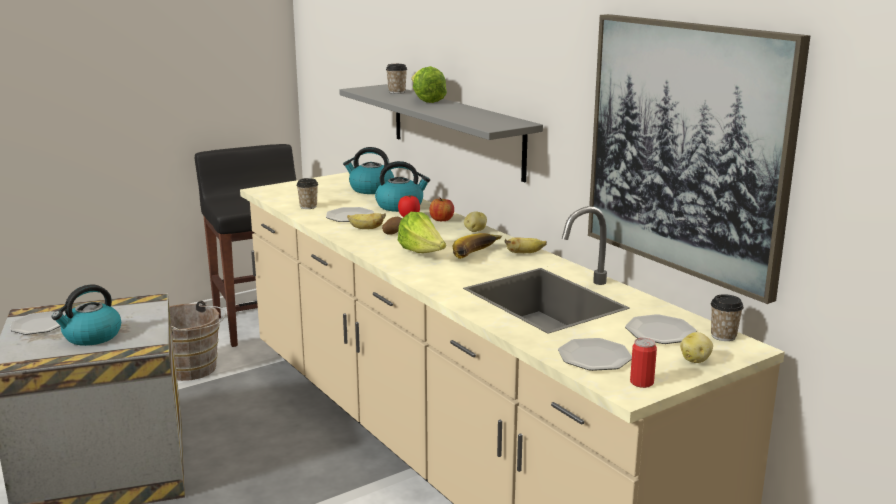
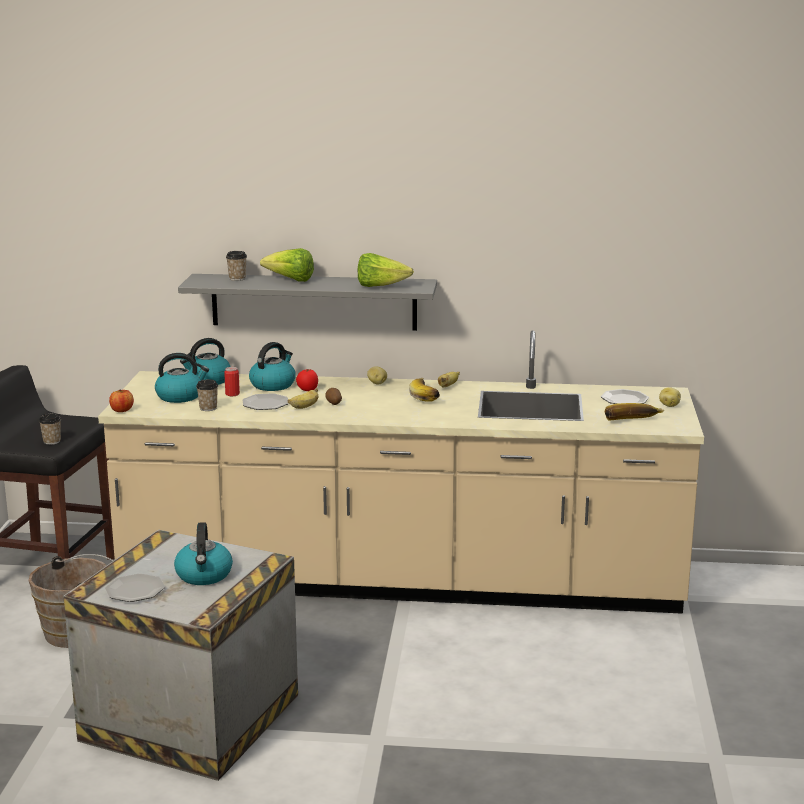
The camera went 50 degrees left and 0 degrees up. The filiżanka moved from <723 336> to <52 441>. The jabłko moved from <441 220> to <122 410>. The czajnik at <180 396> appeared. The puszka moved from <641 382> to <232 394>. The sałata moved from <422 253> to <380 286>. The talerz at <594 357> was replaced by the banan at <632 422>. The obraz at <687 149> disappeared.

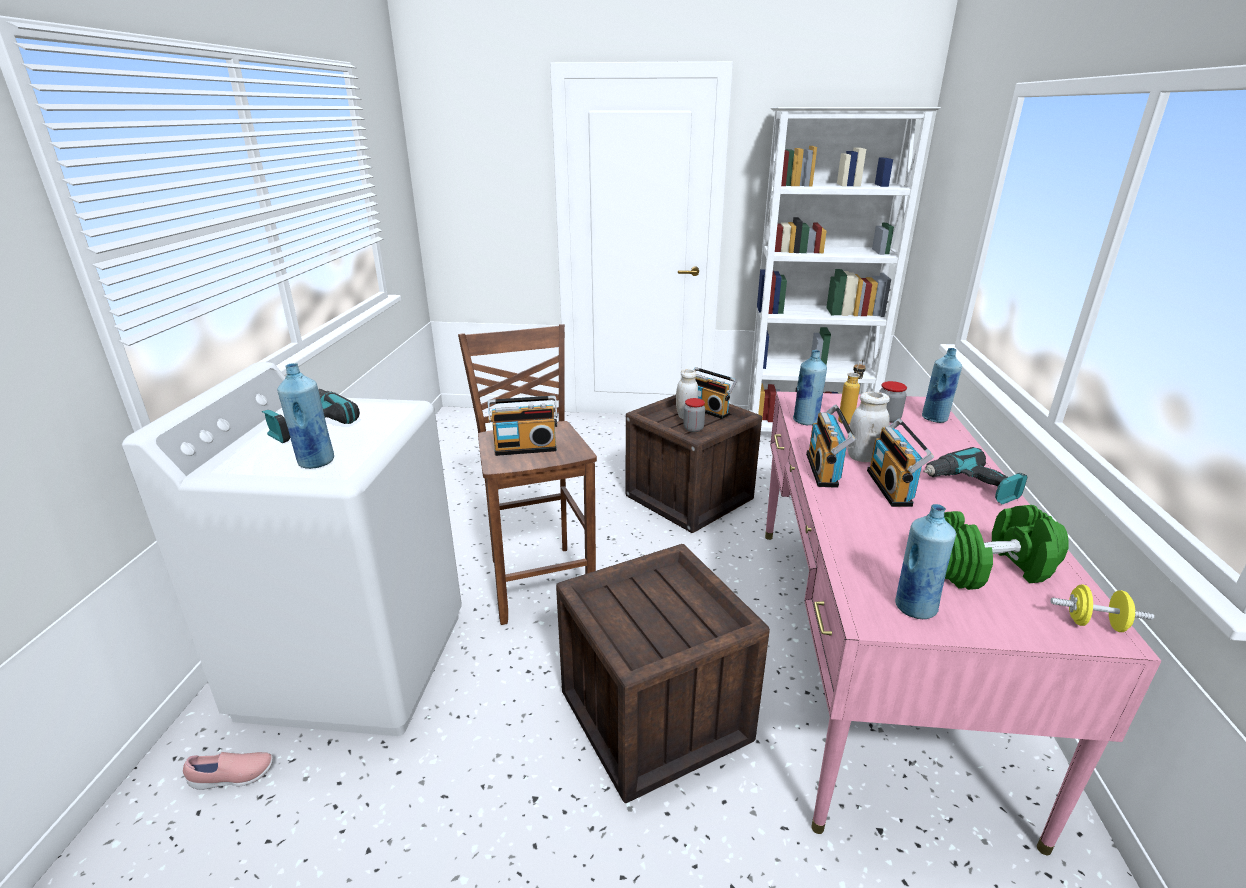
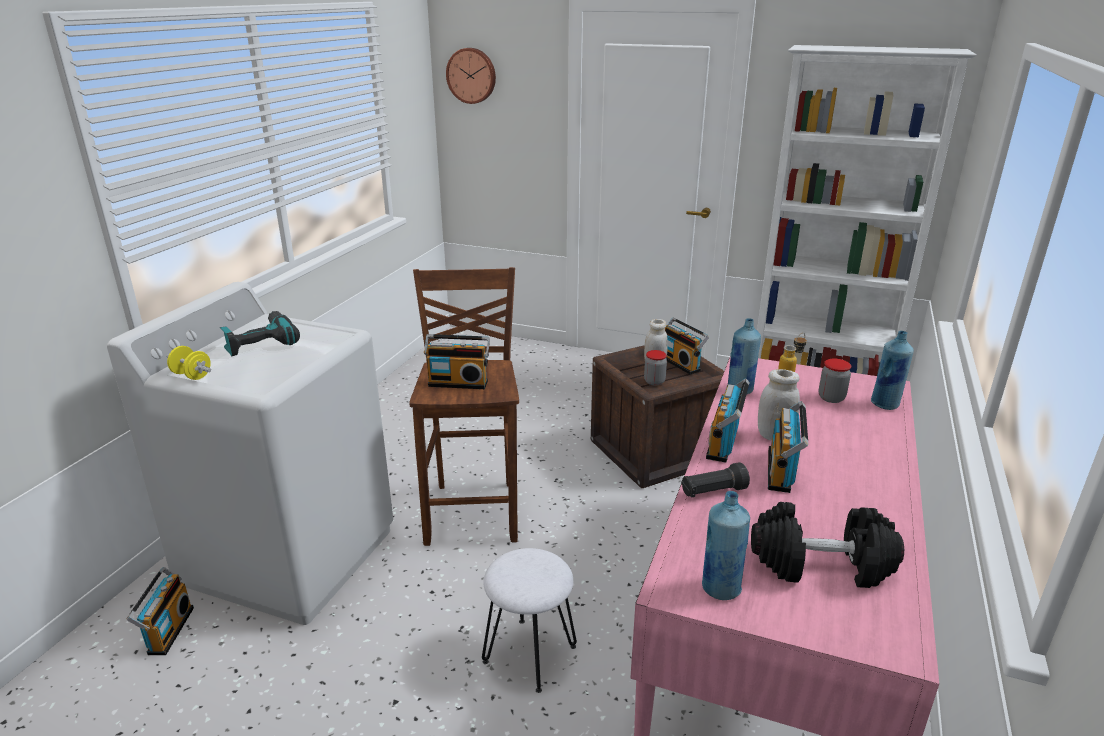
The camera went 15 degrees right and 0 degrees up. The but [różowy] at <232 778> was replaced by the radio at <168 630>. The hantel [żółty] moved from <1094 623> to <192 375>. The zegar ścienny at <472 75> appeared. The skrzynka at <654 716> was replaced by the stołek [biały] at <529 654>. The latarka [czarny] at <713 492> appeared. The hantel [zielony] at <985 569> became the hantel [czarny] at <820 565>. The butelka [niebieski] at <315 462> disappeared. The wiertarka at <971 486> disappeared.

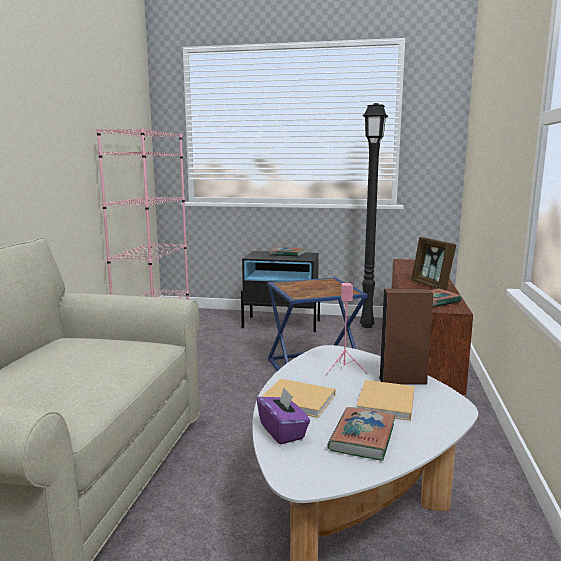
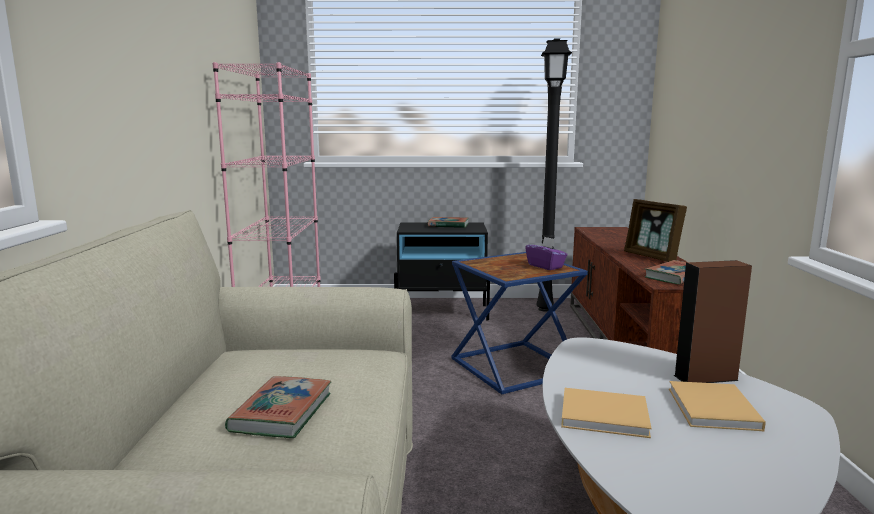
The camera went 10 degrees left and 0 degrees up. The książka moved from <362 437> to <282 412>. The pudełko chusteczek [fioletowy] moved from <282 431> to <545 266>. The głośnik [różowy] at <344 370> disappeared.

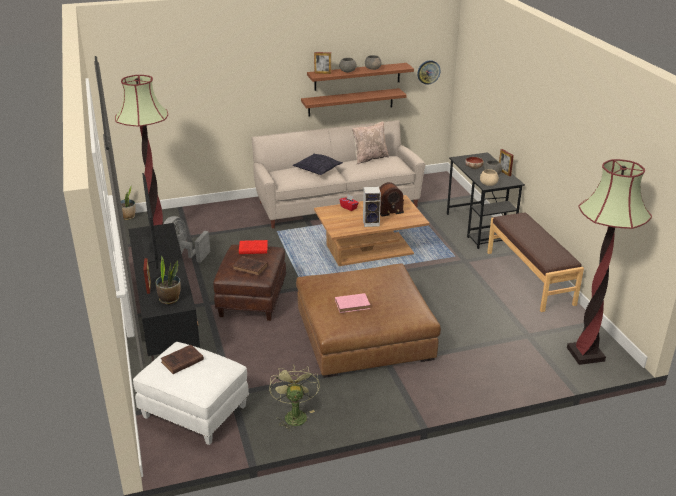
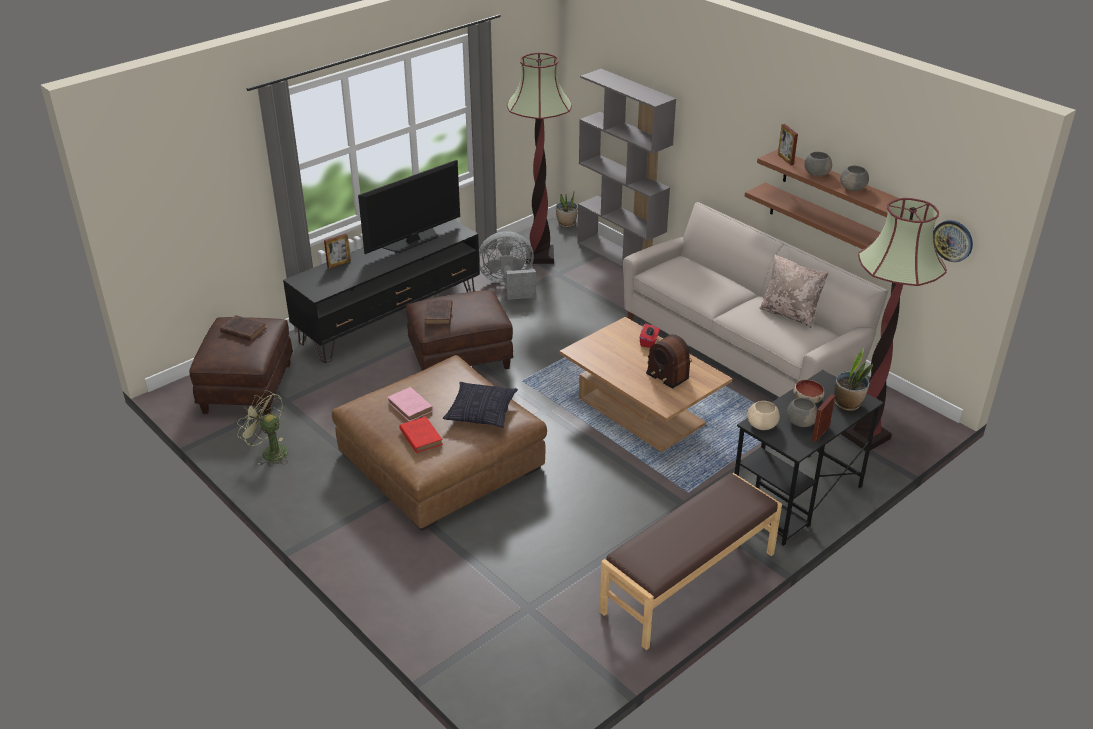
The camera went 65 degrees right and 5 degrees up. The pufa [biały] at <193 412> became the pufa [brązowy] at <247 388>. The wentylator [zielony] at <294 414> turned 120 degrees counterclockwise. The książka [czerwony] moved from <252 249> to <420 436>. The poduszka moved from <317 170> to <481 413>. The regał [szary] at <620 257> appeared. The roślina doniczkowa moved from <169 299> to <847 404>. The lampa stojąca moved from <585 354> to <865 436>. The głośnik at <371 223> disappeared.

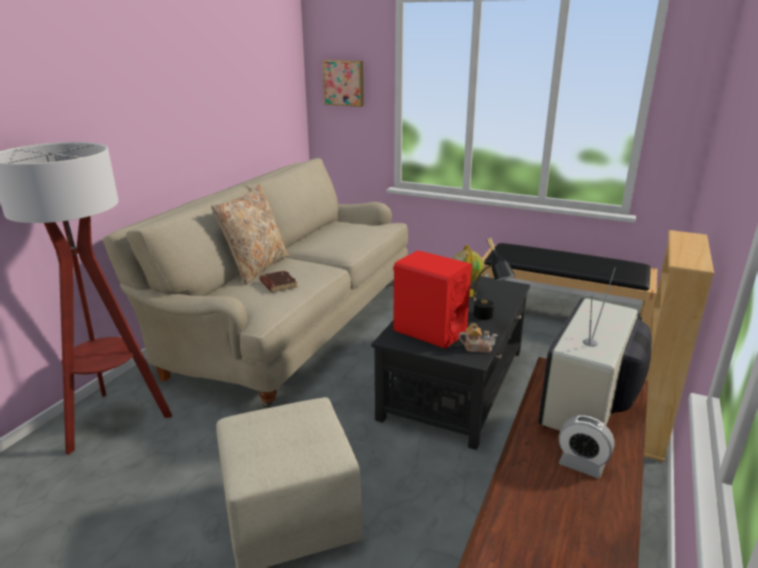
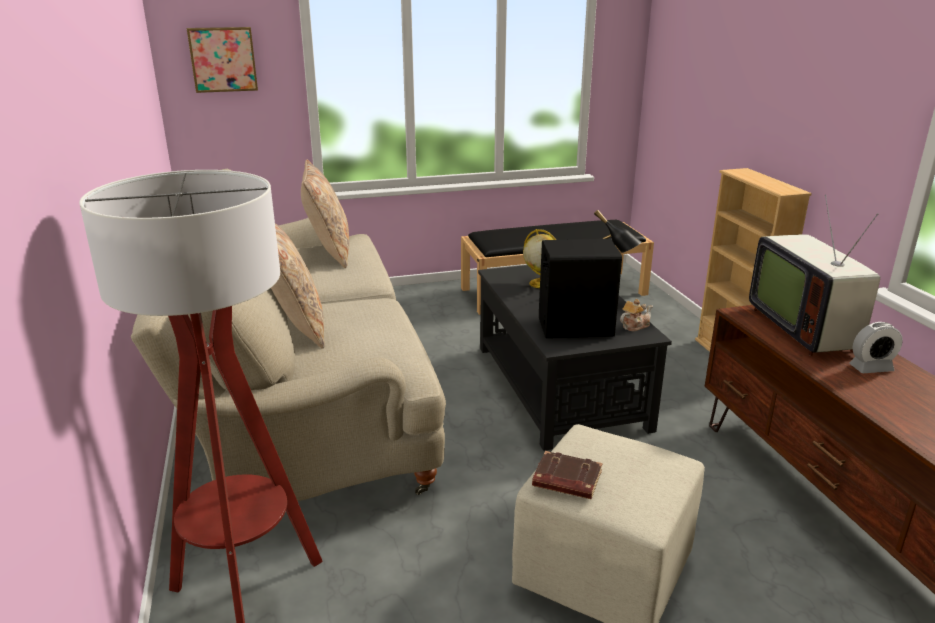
The camera went 40 degrees left and 0 degrees up. The poduszka [beżowy] at <329 253> appeared. The książka [brązowy] moved from <277 284> to <566 480>. The głośnik [czerwony] at <429 331> became the głośnik [czarny] at <574 327>.

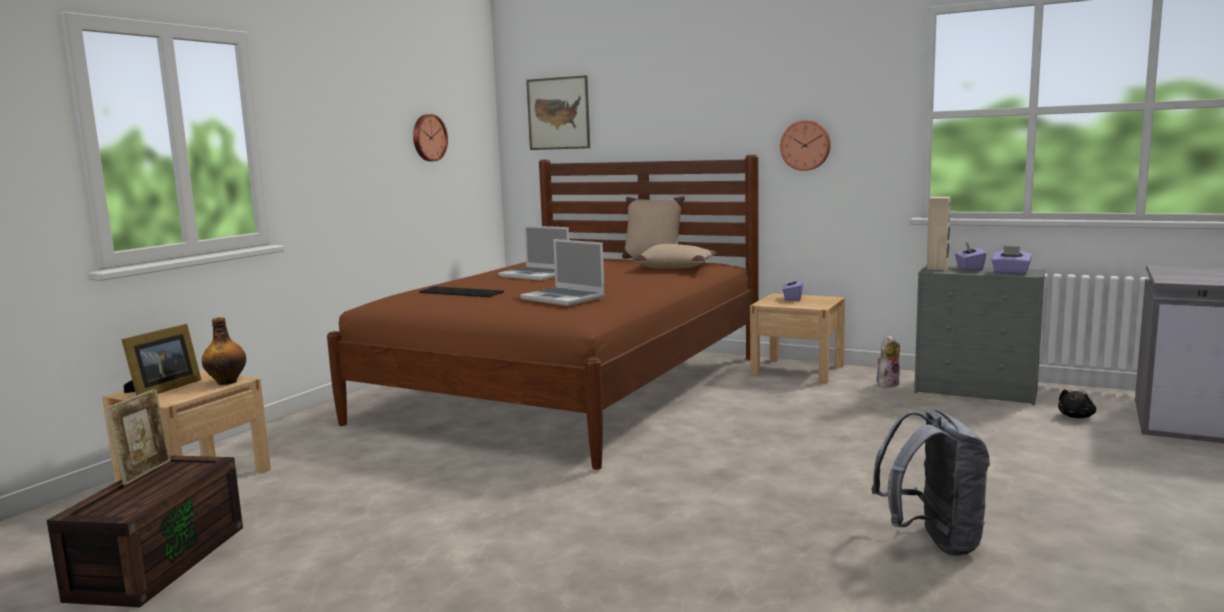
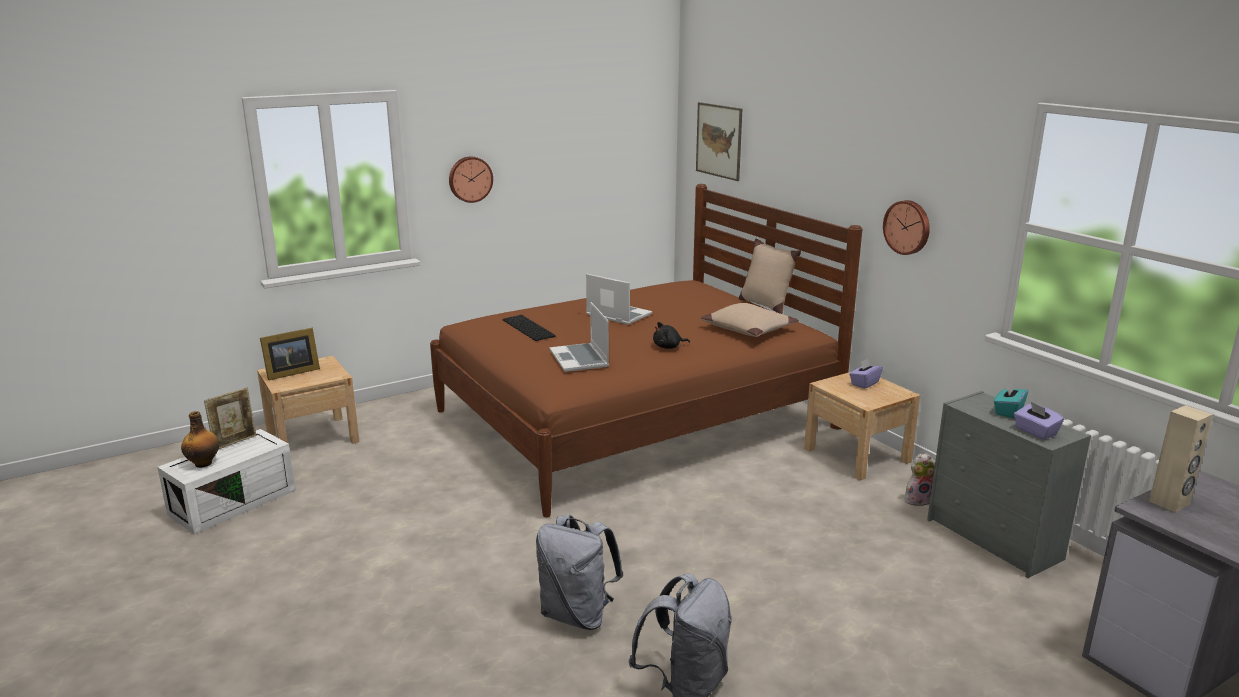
The camera went 30 degrees right and 10 degrees up. The pojemnik do przechowywania [brązowy] at <158 560> became the pojemnik do przechowywania [biały] at <233 501>. The butelka moved from <227 382> to <204 463>. The zegar ścienny moved from <428 137> to <470 179>. The plecak [szary] at <577 615> appeared. The laptop at <536 275> turned 150 degrees clockwise. The pluszak [czarny] moved from <1076 416> to <668 347>. The pudełko chusteczek [fioletowy] at <969 268> became the pudełko chusteczek [turkusowy] at <1008 411>. The głośnik [beżowy] moved from <937 268> to <1169 503>.

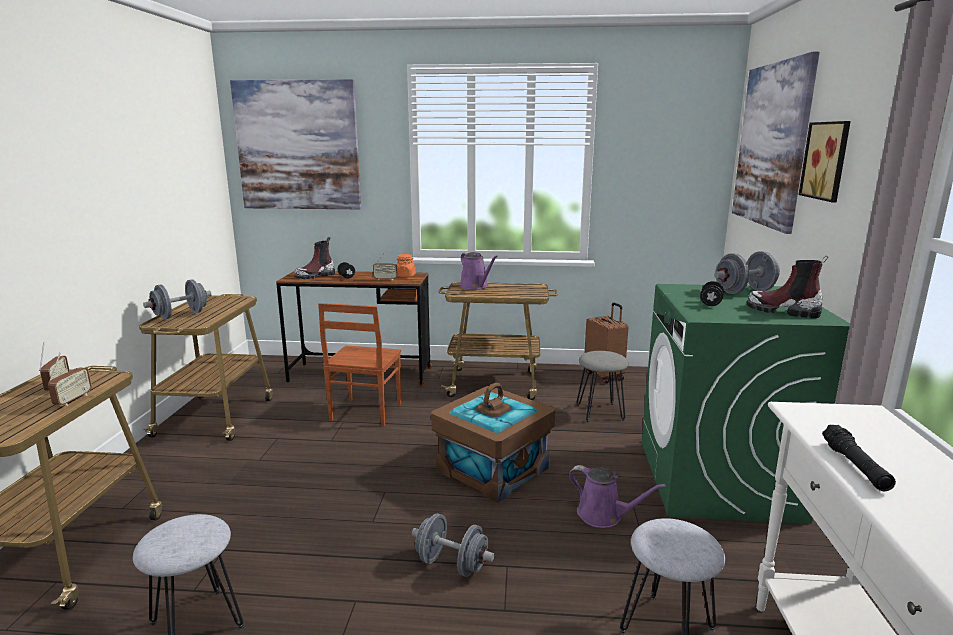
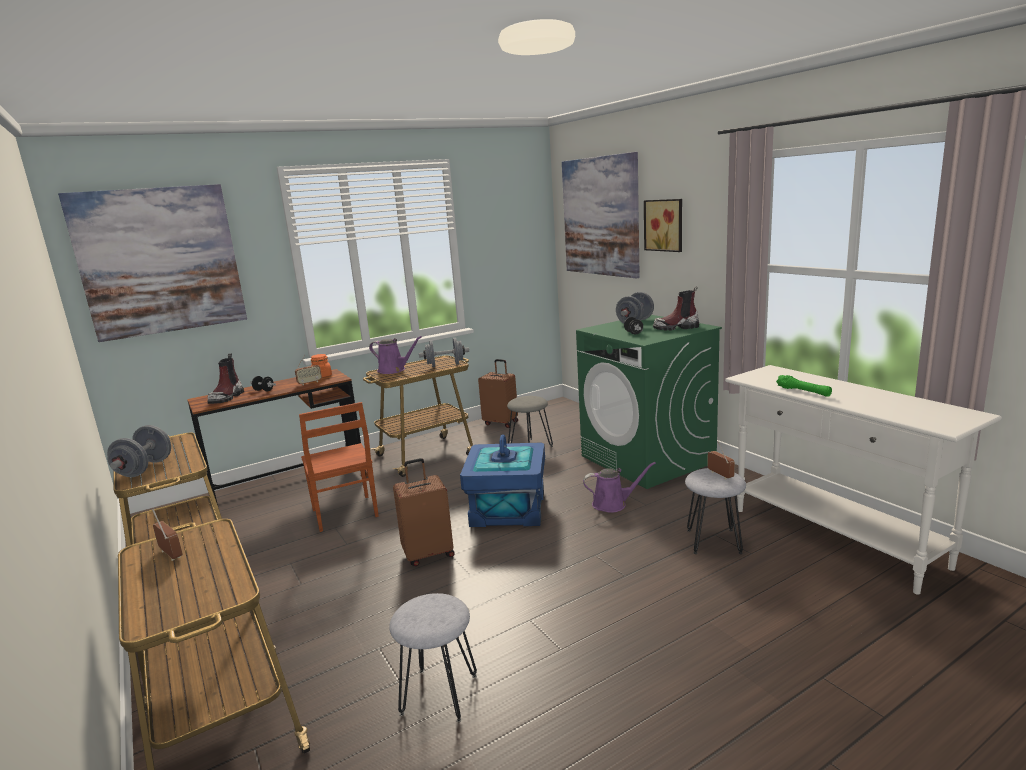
The camera went 35 degrees left and 0 degrees up. The walizka [brązowy] at <428 554> appeared. The hantel [szary] moved from <452 564> to <445 365>. The pojemnik do przechowywania [brązowy] at <492 469> became the pojemnik do przechowywania [niebieski] at <507 509>. The radio moved from <73 400> to <720 475>. The latarka [czarny] at <855 466> became the latarka [zielony] at <803 391>.

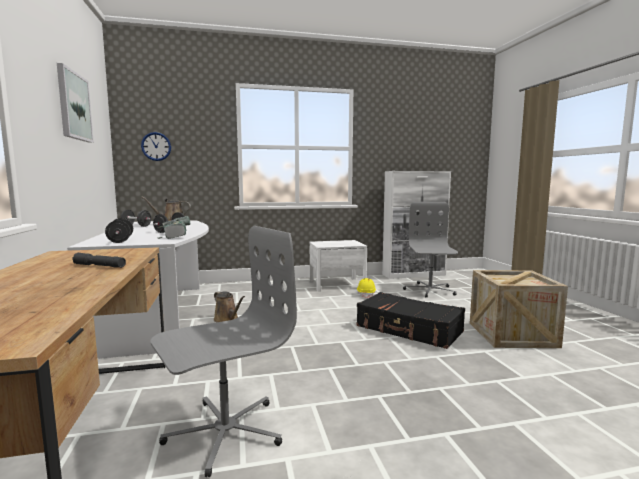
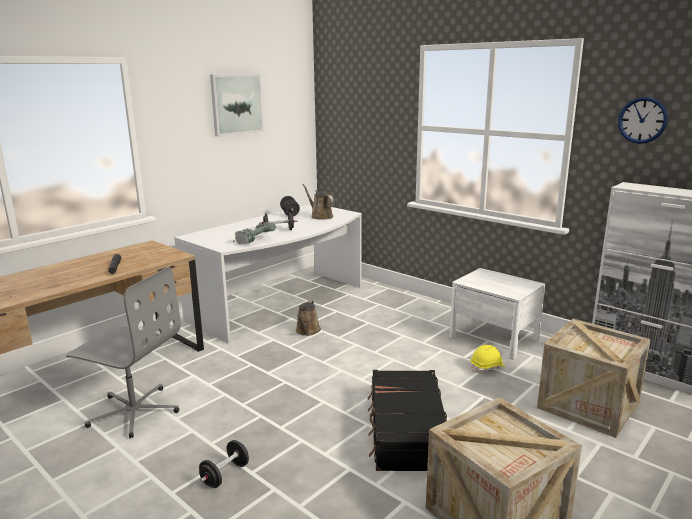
The camera went 55 degrees right and 10 degrees up. The hantel [czarny] moved from <120 240> to <225 475>. The krzesło biurowe [szary] at <429 290> was replaced by the skrzynka at <588 405>. The zegar ścienny moved from <156 146> to <642 120>.

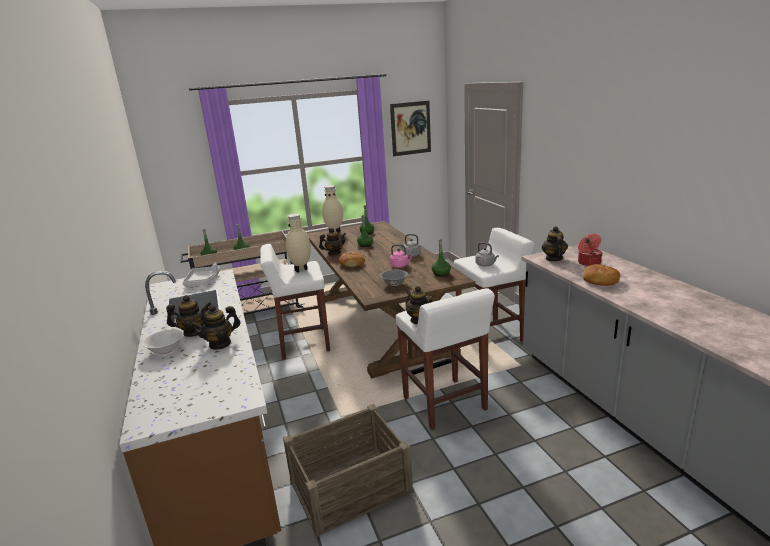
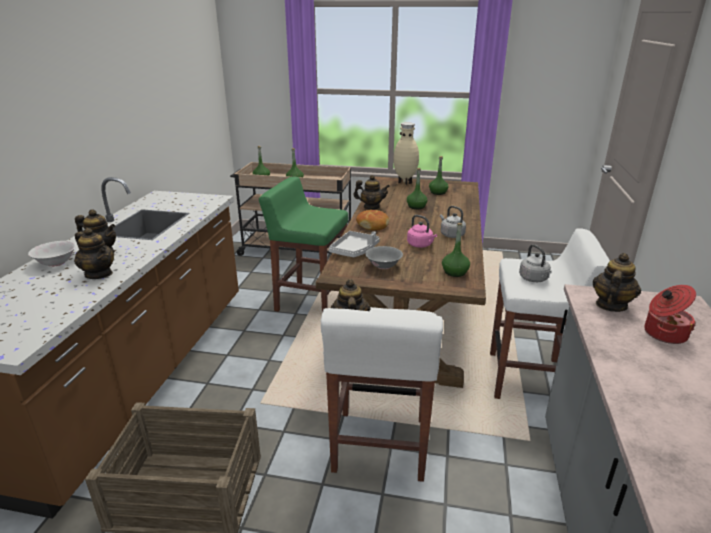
The camera went 30 degrees right and 5 degrees up. The imbryk at <220 344> turned 135 degrees counterclockwise. The stołek [biały] at <303 343> became the stołek [zielony] at <310 301>. The taca [szary] moved from <203 281> to <354 250>. The wazon [beżowy] at <301 270> disappeared. The obraz at <410 128> disappeared. The chleb at <600 281> disappeared.

